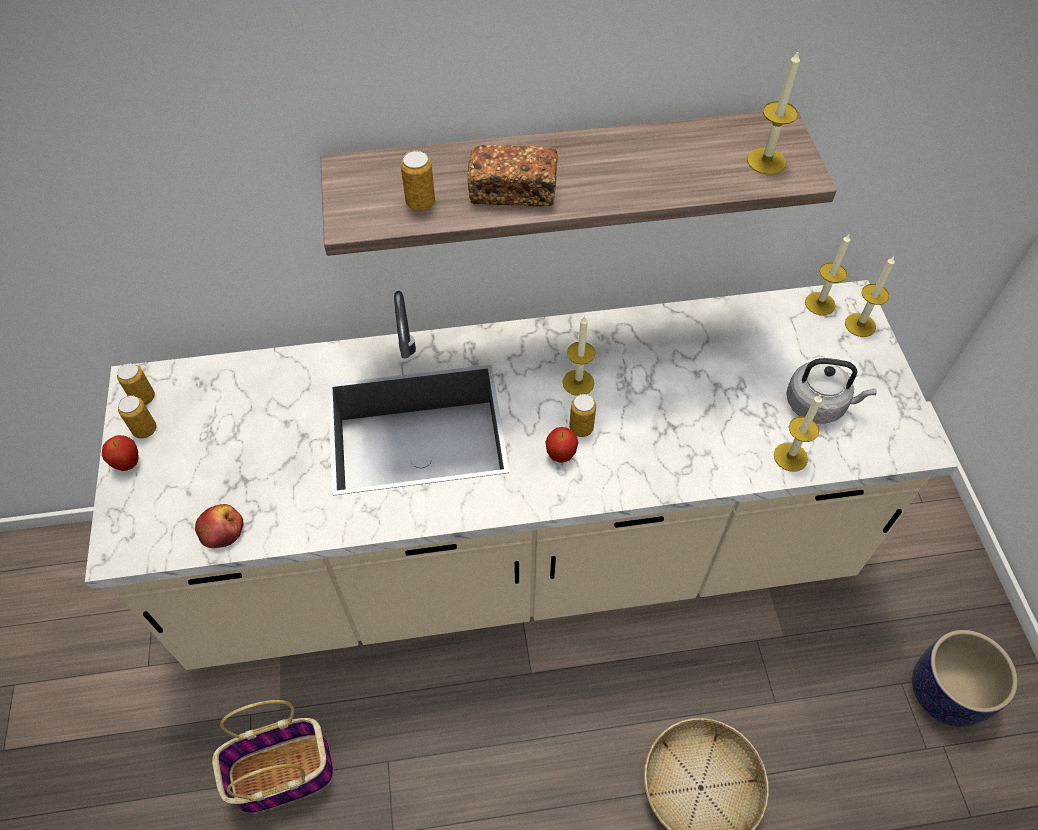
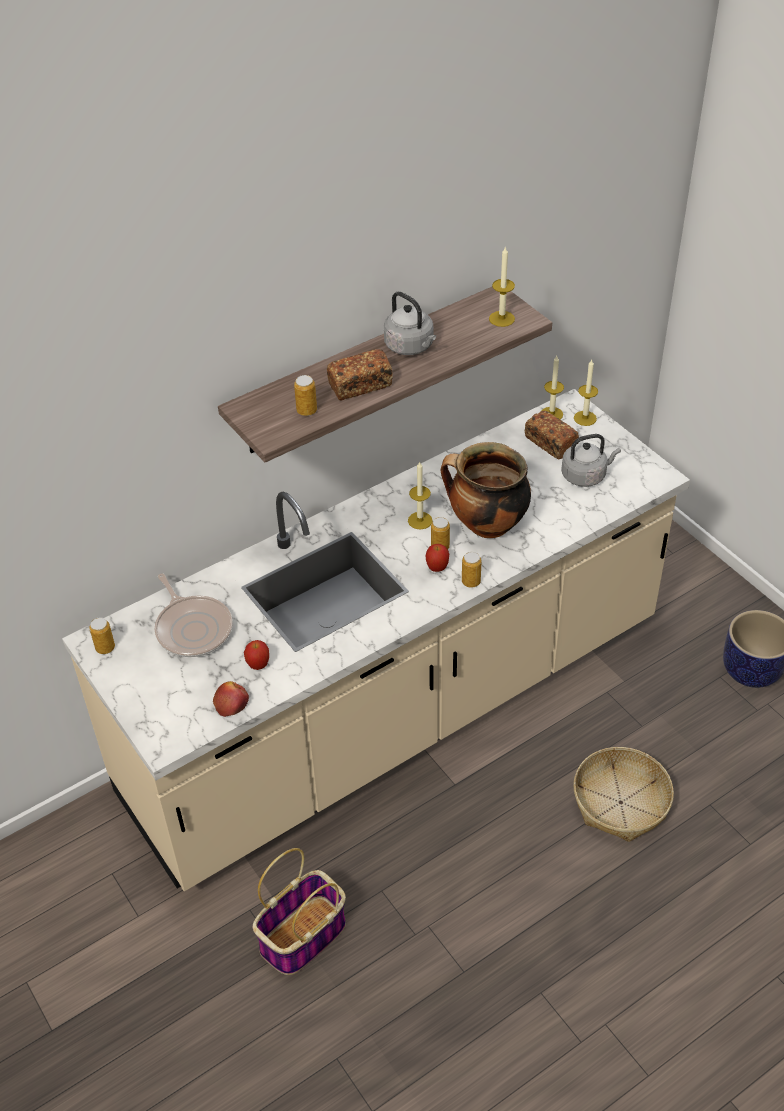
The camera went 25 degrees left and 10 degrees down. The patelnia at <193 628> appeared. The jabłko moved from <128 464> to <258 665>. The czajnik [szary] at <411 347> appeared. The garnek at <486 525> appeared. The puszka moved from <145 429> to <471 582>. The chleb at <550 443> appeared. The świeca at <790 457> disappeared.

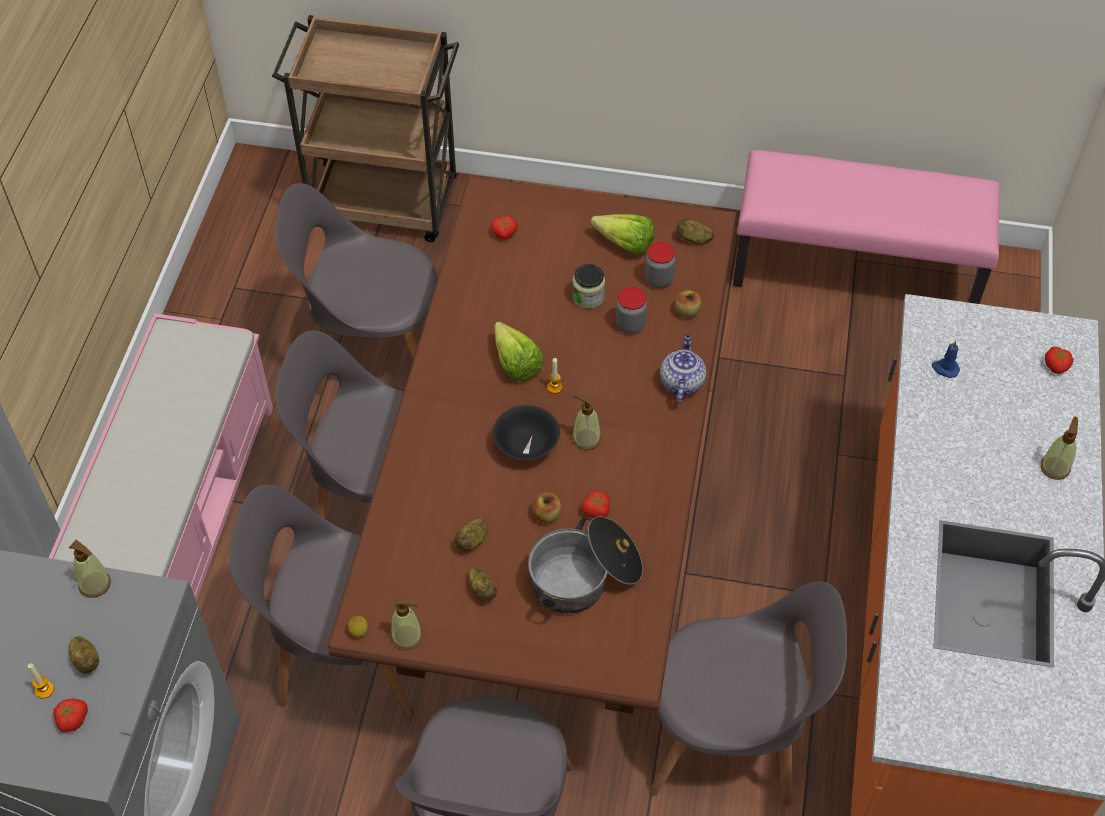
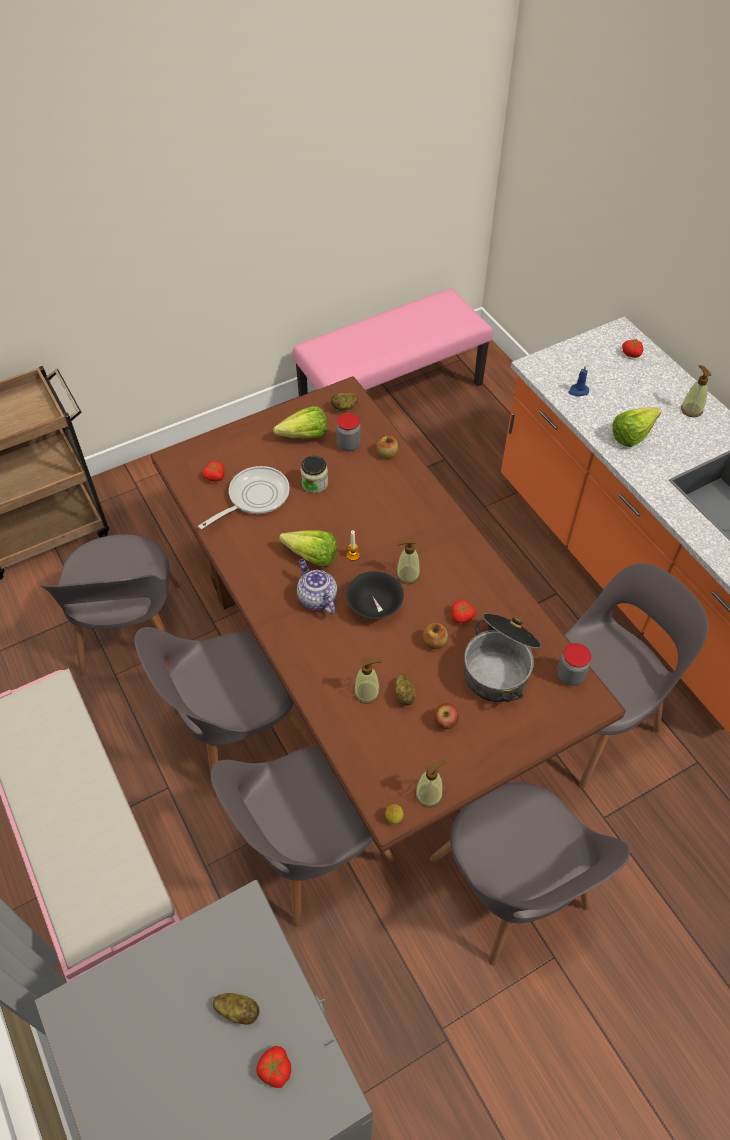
The camera went 40 degrees left and 0 degrees up. The krzesło [szary] at <373 350> turned 60 degrees counterclockwise. The patelnia at <254 498> appeared. The imbryk moved from <681 382> to <316 598>. The dozownik mydła moved from <95 584> to <367 692>. The ziemniak at <483 589> was replaced by the jabłko at <445 722>. The słoik moved from <630 325> to <570 675>. The sałata at <636 434> appeared. The świeca at <44 690> disappeared.

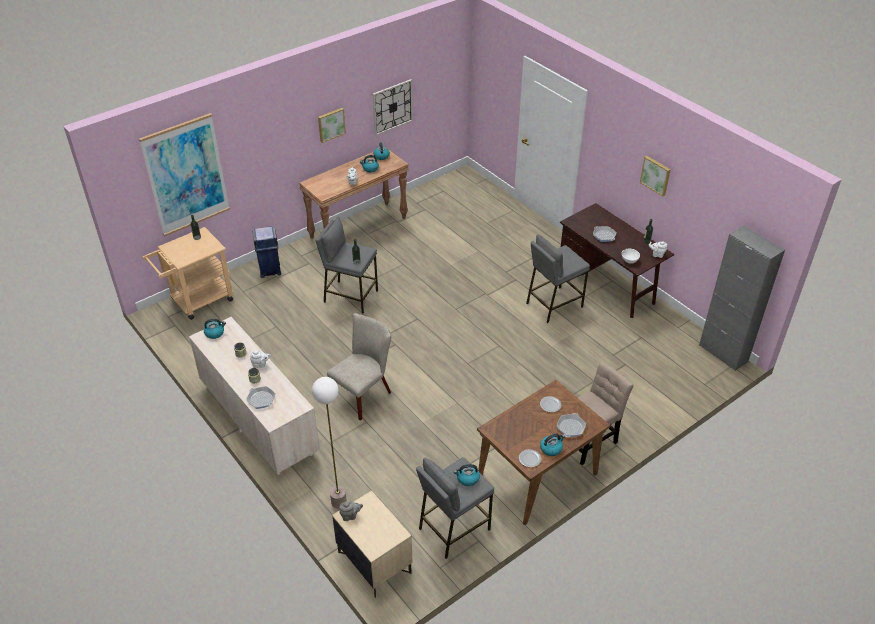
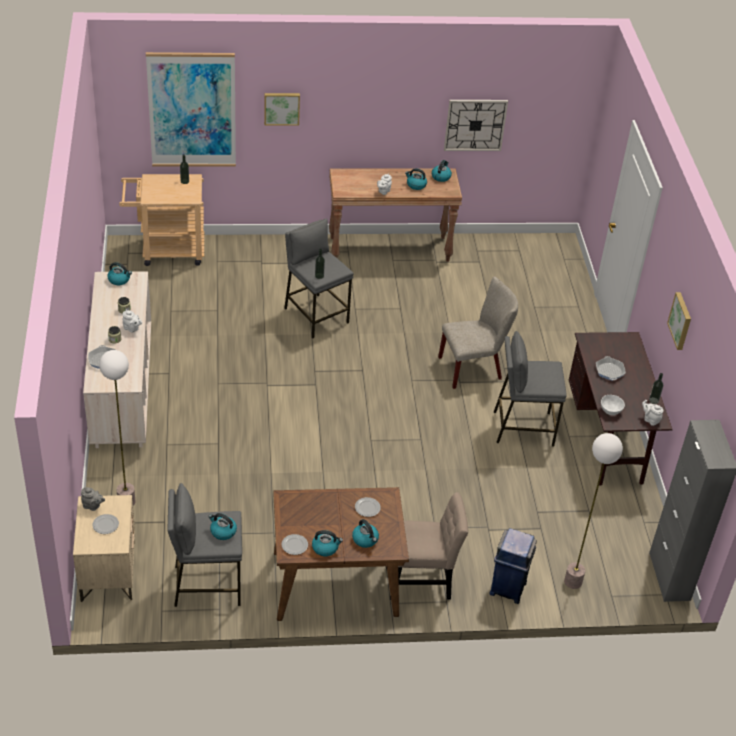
The camera went 30 degrees right and 0 degrees up. The talerz at <105 525> appeared. The obraz moved from <331 124> to <281 108>. The patelnia at <570 427> was replaced by the czajnik at <365 539>. The krzesło [beżowy] moved from <364 393> to <474 368>. The kosz na śmieci [niebieski] moved from <270 270> to <508 587>. The lampa stojąca at <572 582> appeared.

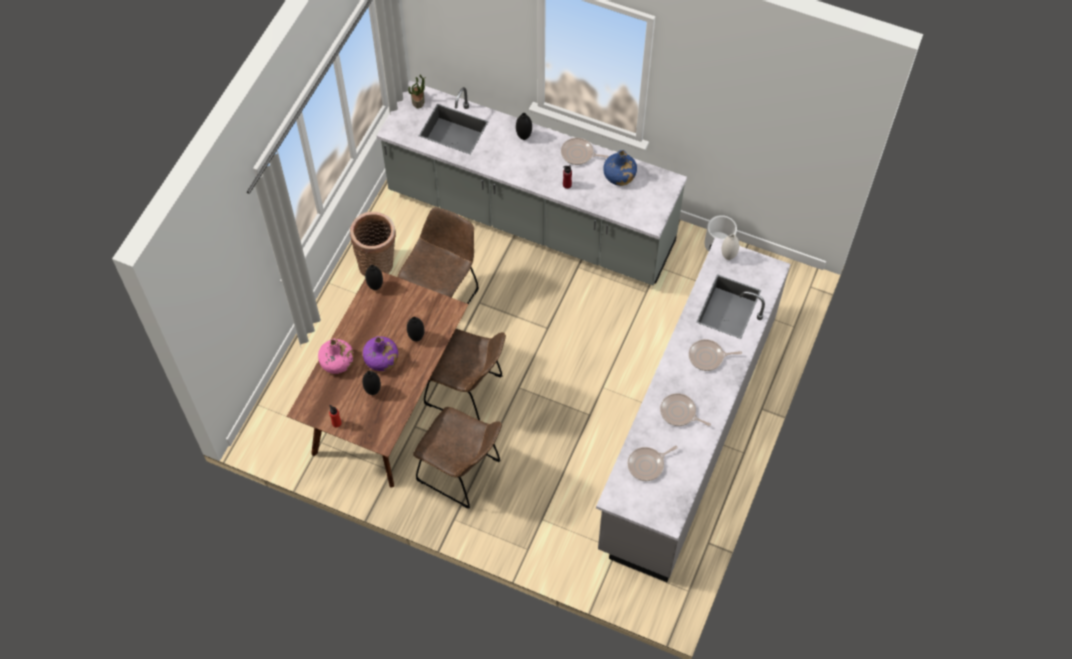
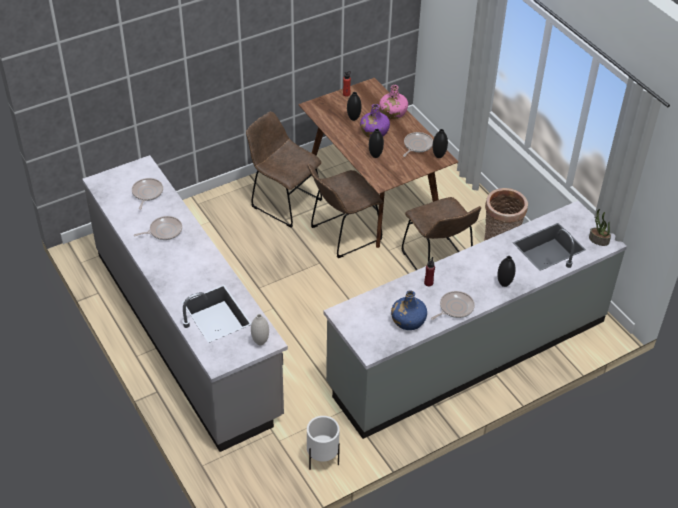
The camera went 125 degrees right and 15 degrees down. The krzesło [brązowy] at <462 473> turned 60 degrees clockwise. The patelnia moved from <708 357> to <417 145>.

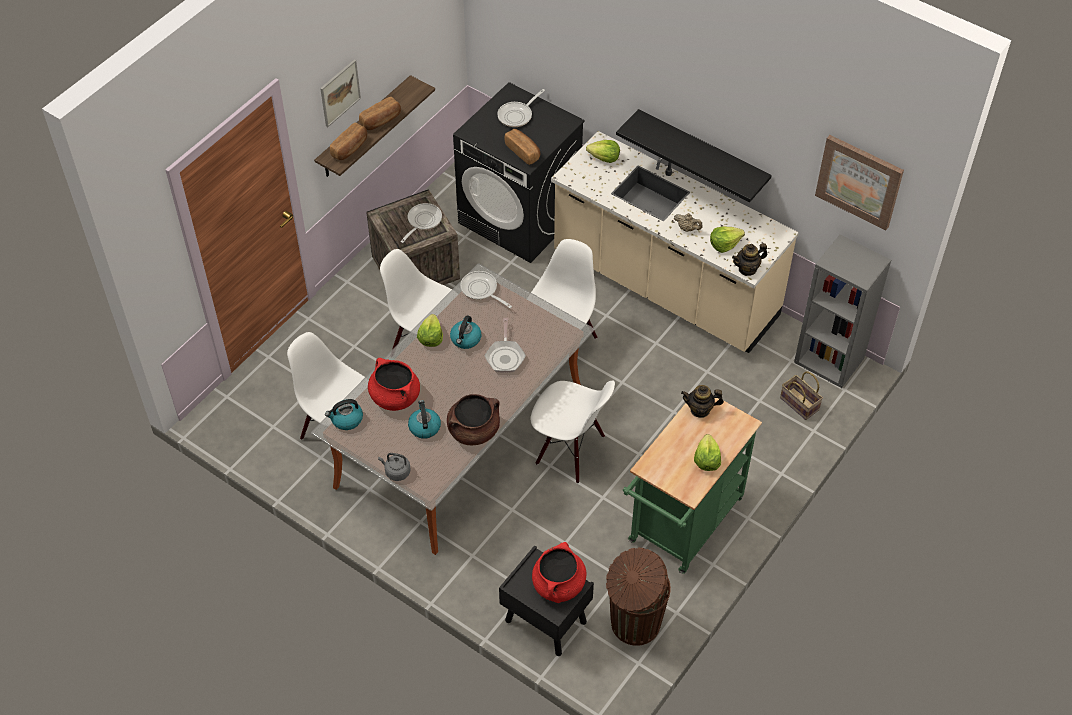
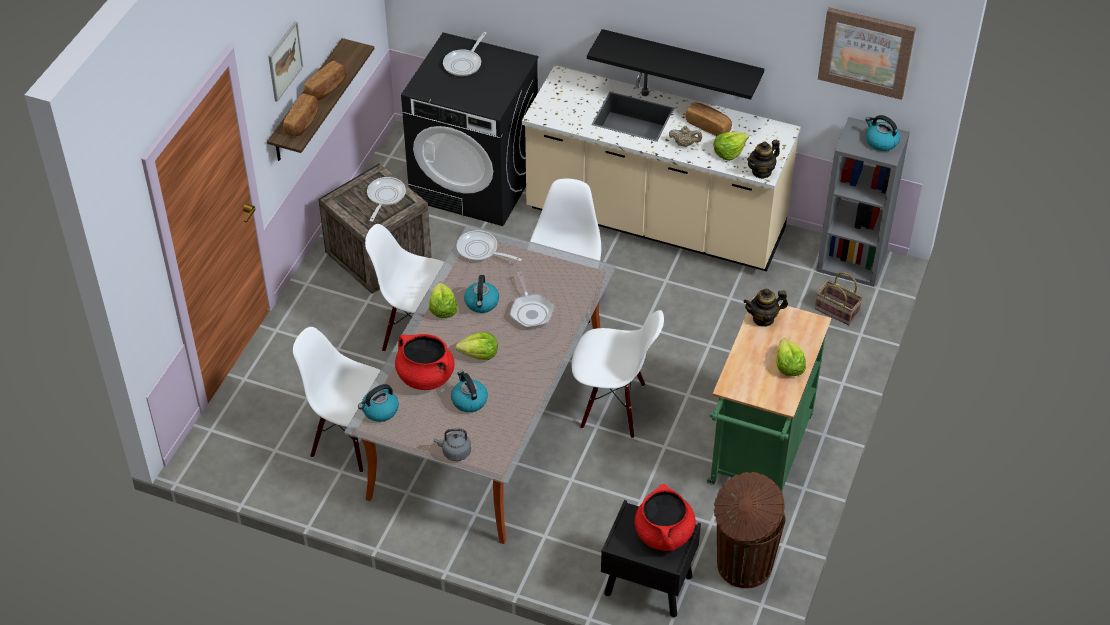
The camera went 15 degrees left and 5 degrees down. The sałata moved from <604 158> to <479 354>. The chleb moved from <523 151> to <708 126>. The czajnik at <881 141> appeared. The garnek [brązowy] at <474 430> disappeared.

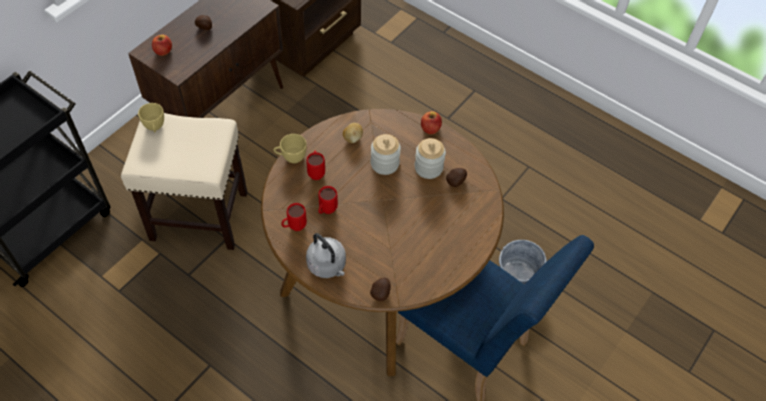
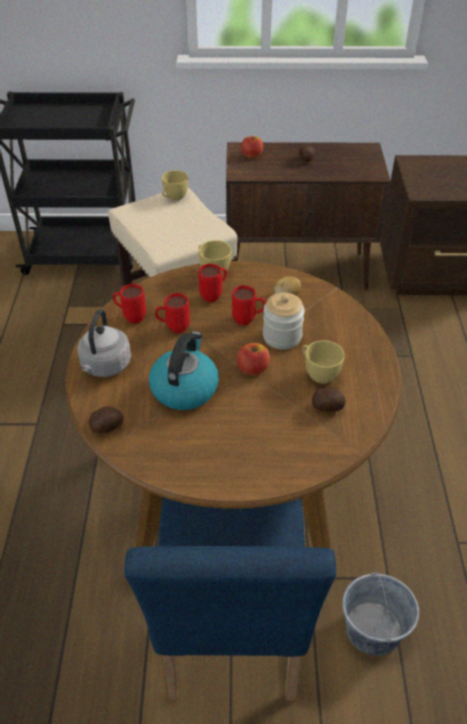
The camera went 55 degrees right and 10 degrees down. The czajnik at <184 388> appeared. The kubek [czerwony] at <248 320> appeared. The jabłko moved from <430 129> to <253 368>. The słoik at <428 167> was replaced by the filiżanka [żółty] at <318 373>.

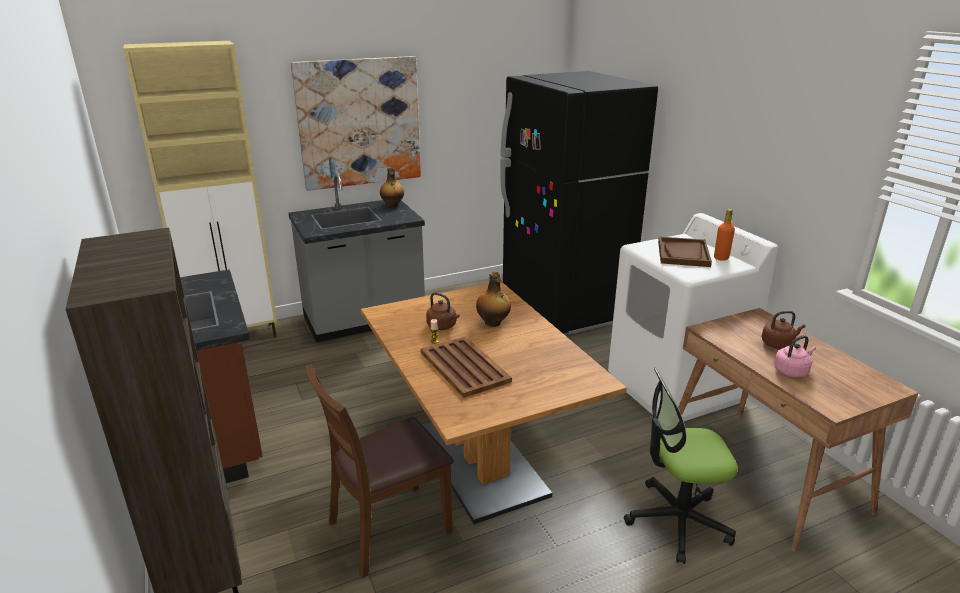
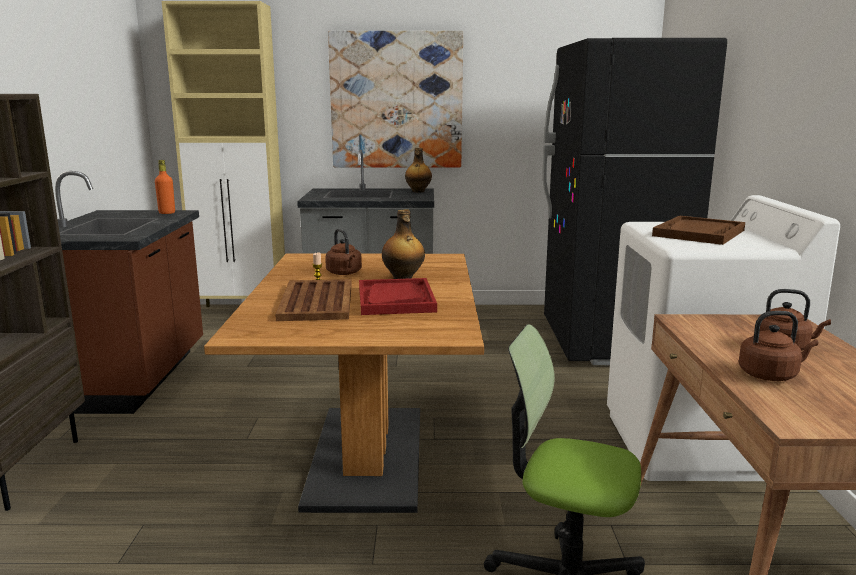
The camera went 25 degrees right and 10 degrees down. The butelka [pomarańczowy] moved from <721 258> to <167 213>. The taca [czerwony] at <395 299> appeared. The czajnik [różowy] at <792 371> became the czajnik [brązowy] at <770 375>. The krzesło [brązowy] at <388 528> disappeared.

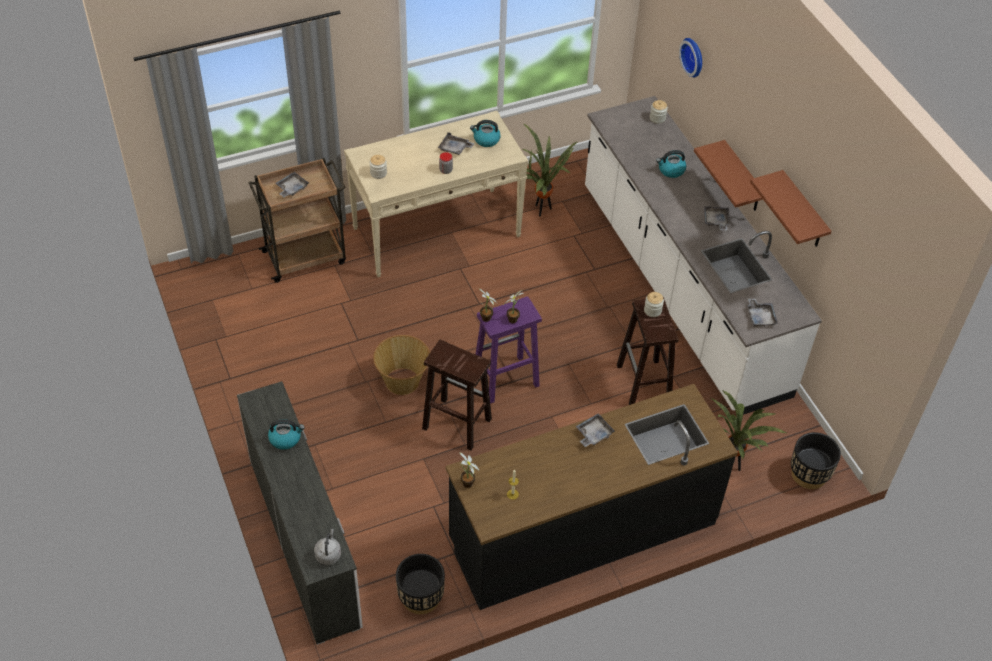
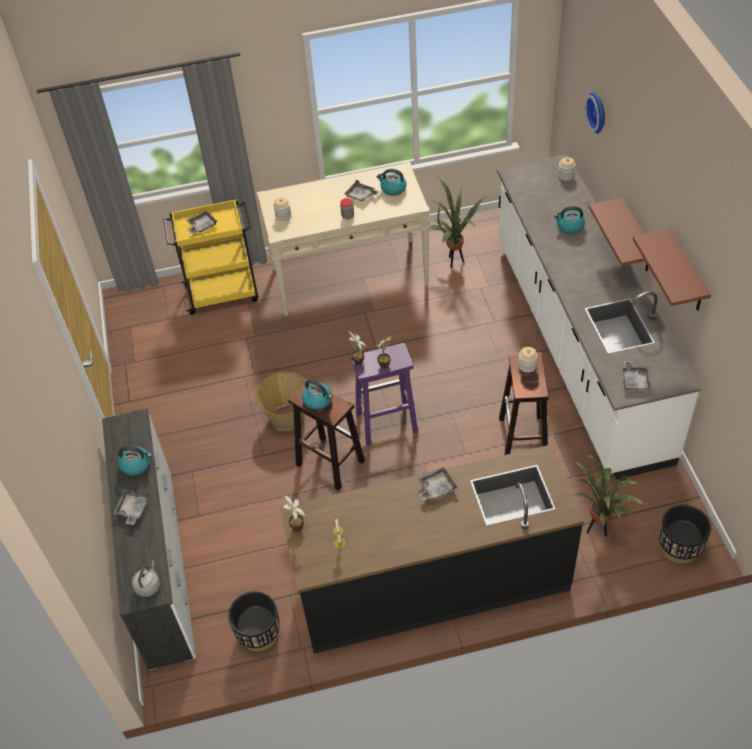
The camera went 15 degrees right and 0 degrees up. The taca [szary] moved from <716 221> to <133 509>. The wózek [brązowy] at <305 256> became the wózek [żółty] at <223 292>. The czajnik at <318 400> appeared.

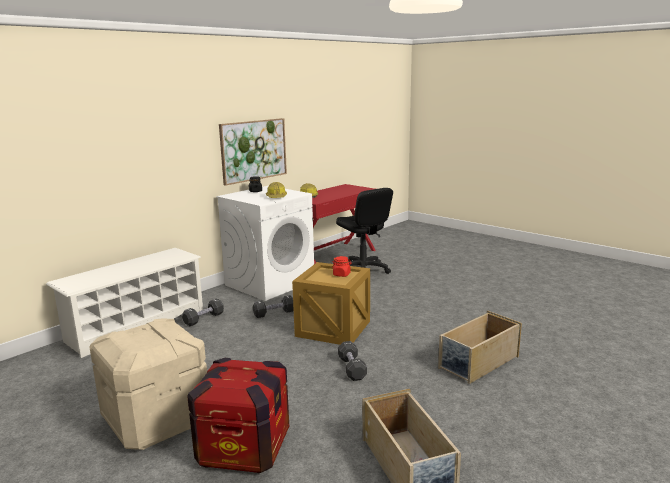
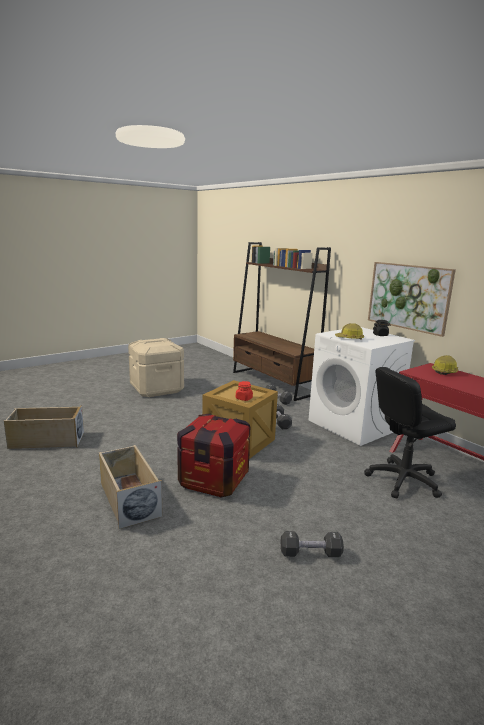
The camera went 100 degrees right and 0 degrees up. The skrzynka moved from <244 448> to <214 480>. The regał na buty [biały] at <136 326> was replaced by the regał [brązowy] at <273 383>. The hantel [czarny] moved from <352 368> to <310 553>.

